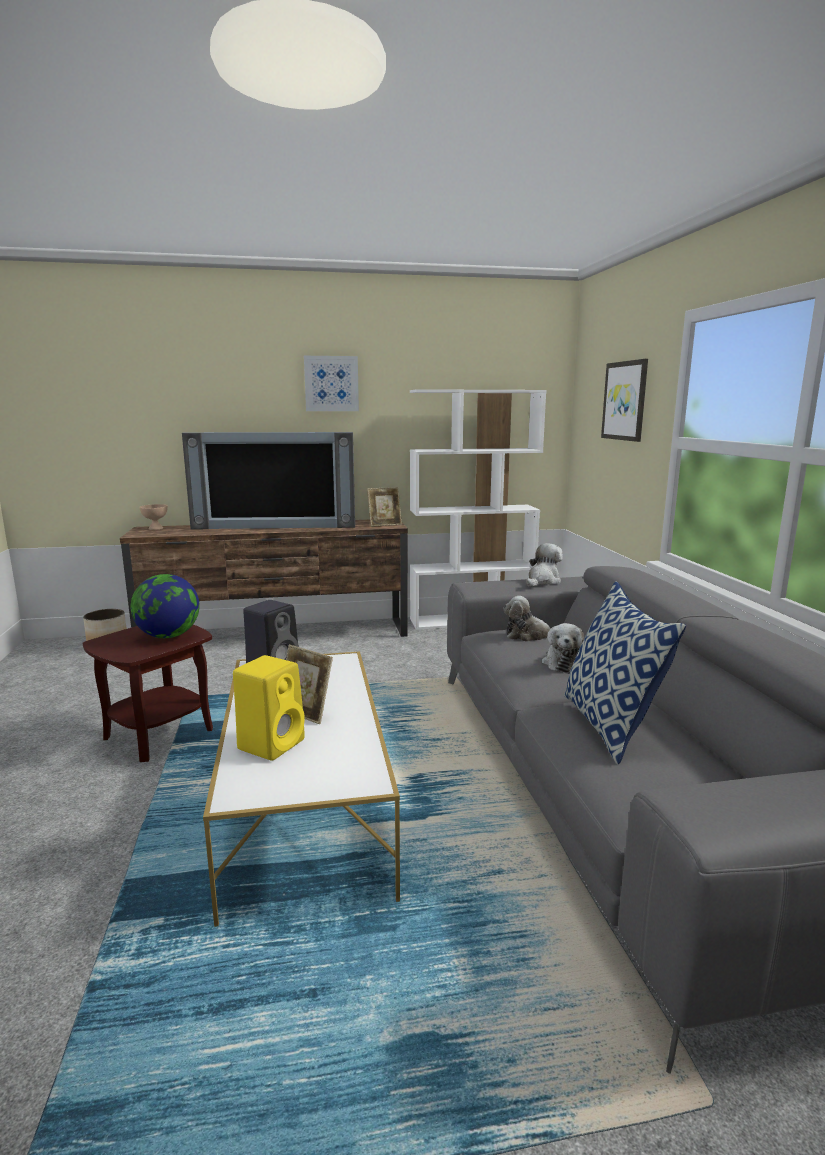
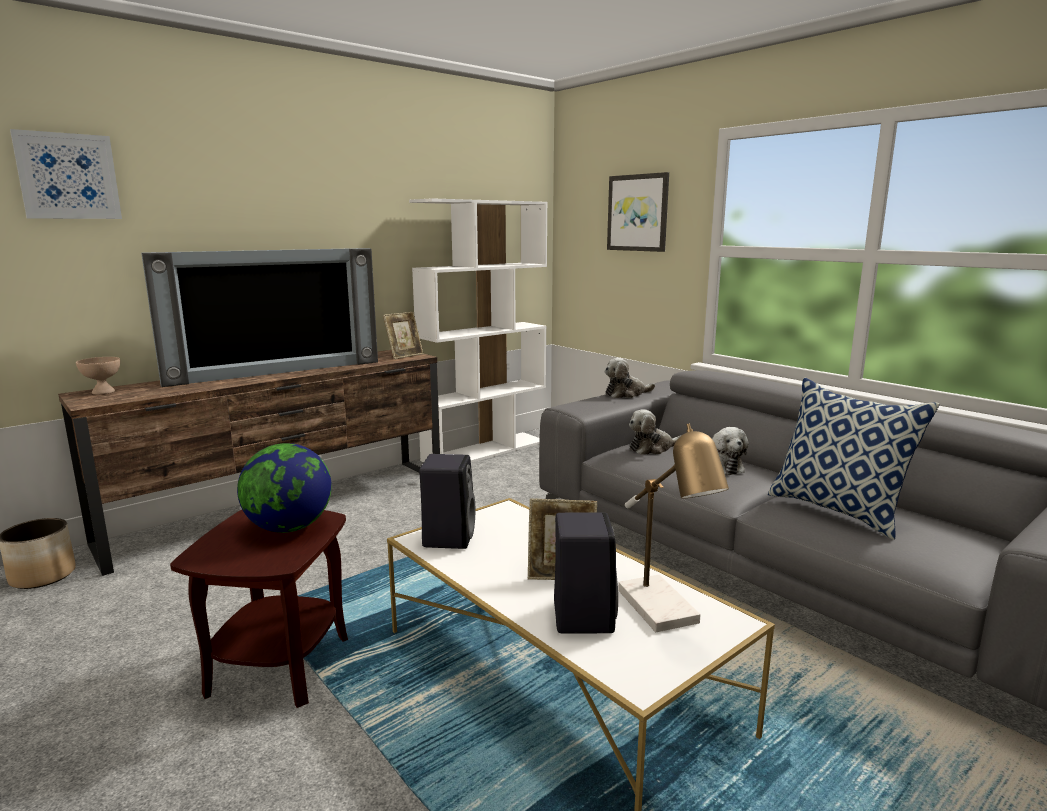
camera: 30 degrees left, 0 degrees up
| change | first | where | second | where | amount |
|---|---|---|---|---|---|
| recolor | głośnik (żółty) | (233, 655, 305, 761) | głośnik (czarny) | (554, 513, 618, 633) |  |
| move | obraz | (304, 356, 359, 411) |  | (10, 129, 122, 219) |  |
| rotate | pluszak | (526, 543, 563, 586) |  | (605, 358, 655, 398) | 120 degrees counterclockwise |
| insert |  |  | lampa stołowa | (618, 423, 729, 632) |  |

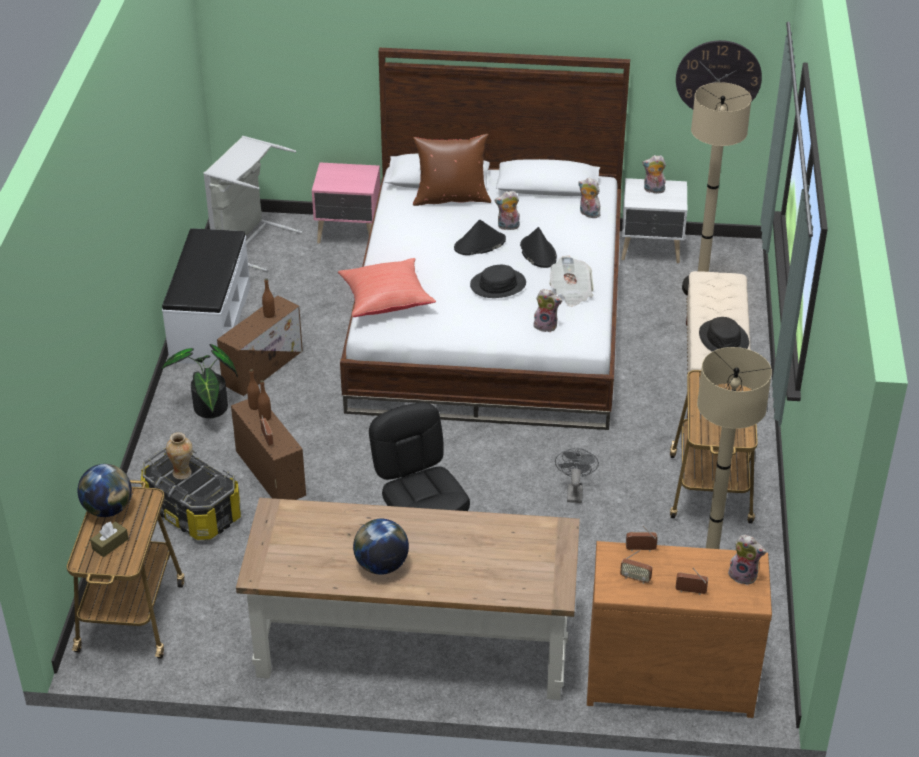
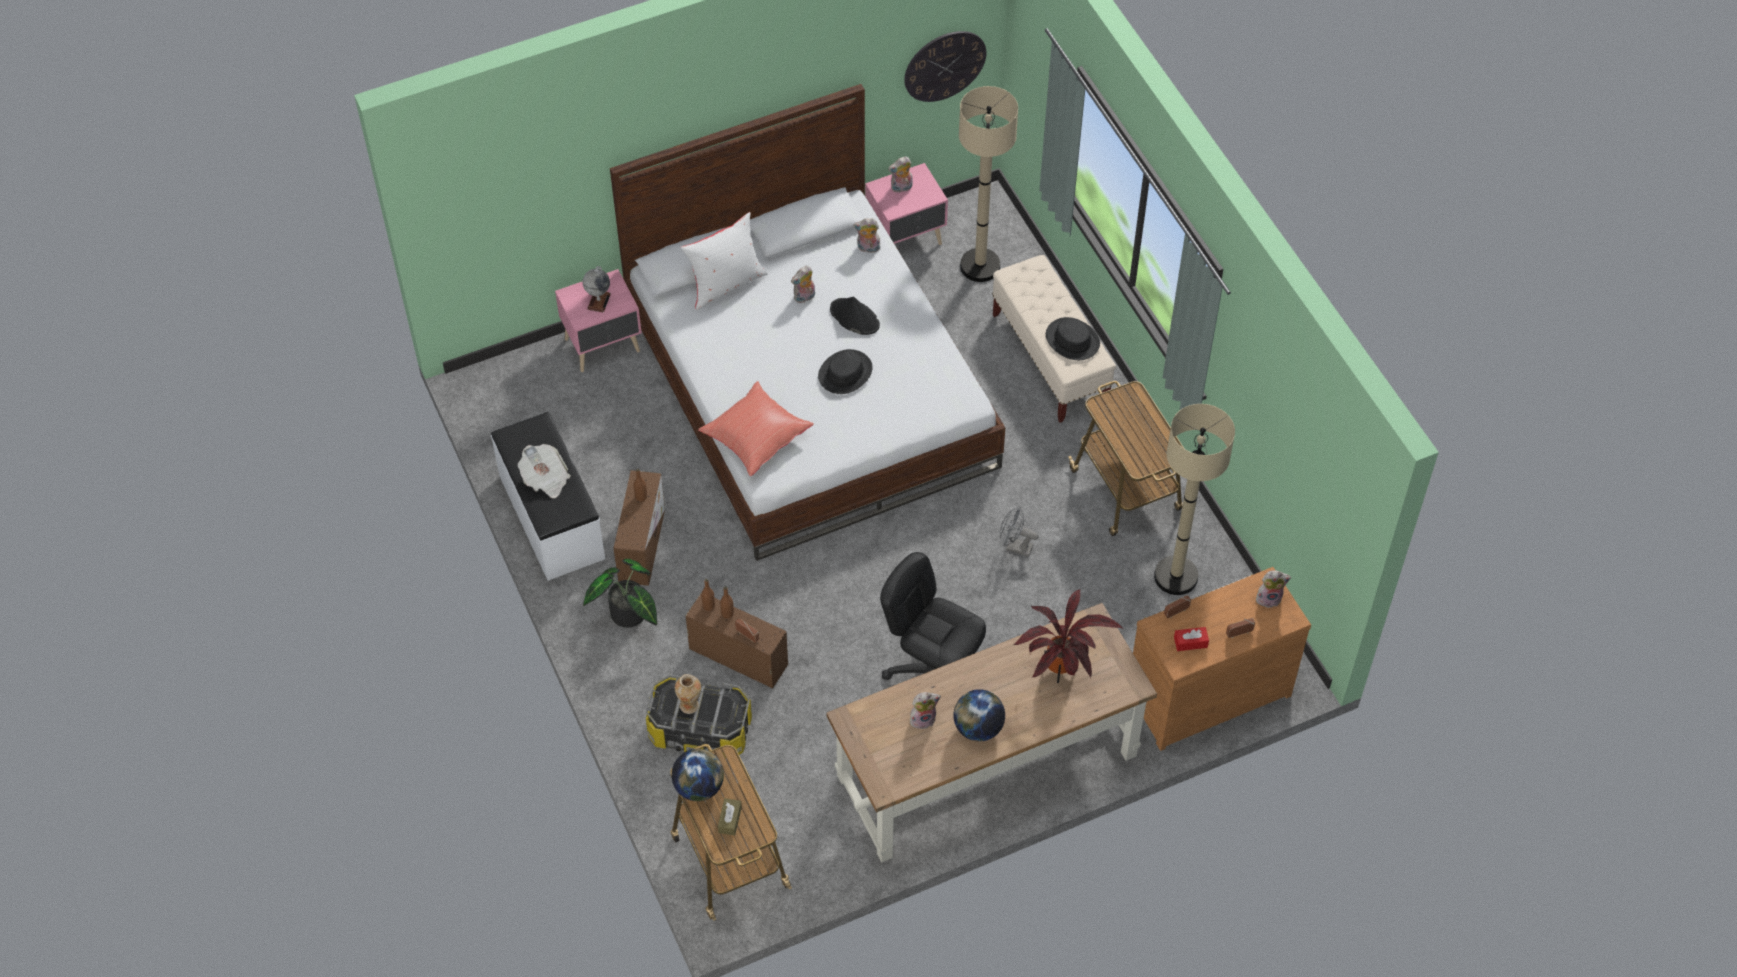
camera: 30 degrees left, 15 degrees up
| change | first | where | second | where | amount |
|---|---|---|---|---|---|
| delete | kosz na pranie (szary) | (203, 136, 302, 271) |  |  |  |
| recolor | poduszka (brązowy) | (413, 134, 491, 206) | poduszka (biały) | (680, 212, 768, 310) |  |
| delete | kapelusz (czarny) | (454, 220, 506, 255) |  |  |  |
| move | pluszak | (534, 289, 562, 332) |  | (910, 692, 941, 729) |  |
| move | gazeta | (549, 256, 594, 307) |  | (518, 444, 570, 498) |  |
| rotate | wentylator (szary) | (555, 448, 599, 503) |  | (1000, 507, 1039, 557) | 45 degrees counterclockwise |
| replace | radio | (620, 550, 652, 584) | pudełko chusteczek (czerwony) | (1174, 627, 1209, 651) |  |
| recolor | szafka nocna (biały) | (621, 178, 687, 263) | szafka nocna (różowy) | (865, 163, 948, 245) |  |
| insert |  |  | globus | (583, 266, 611, 313) |  |
| insert |  |  | roślina doniczkowa | (1013, 589, 1123, 683) |  |

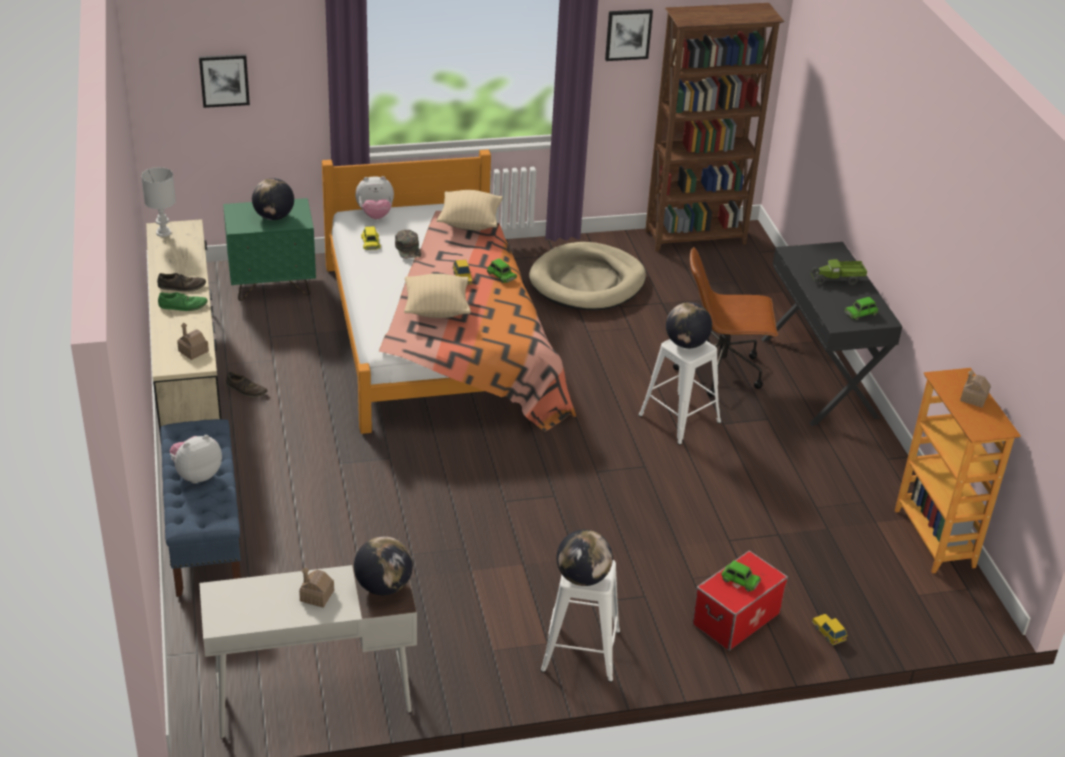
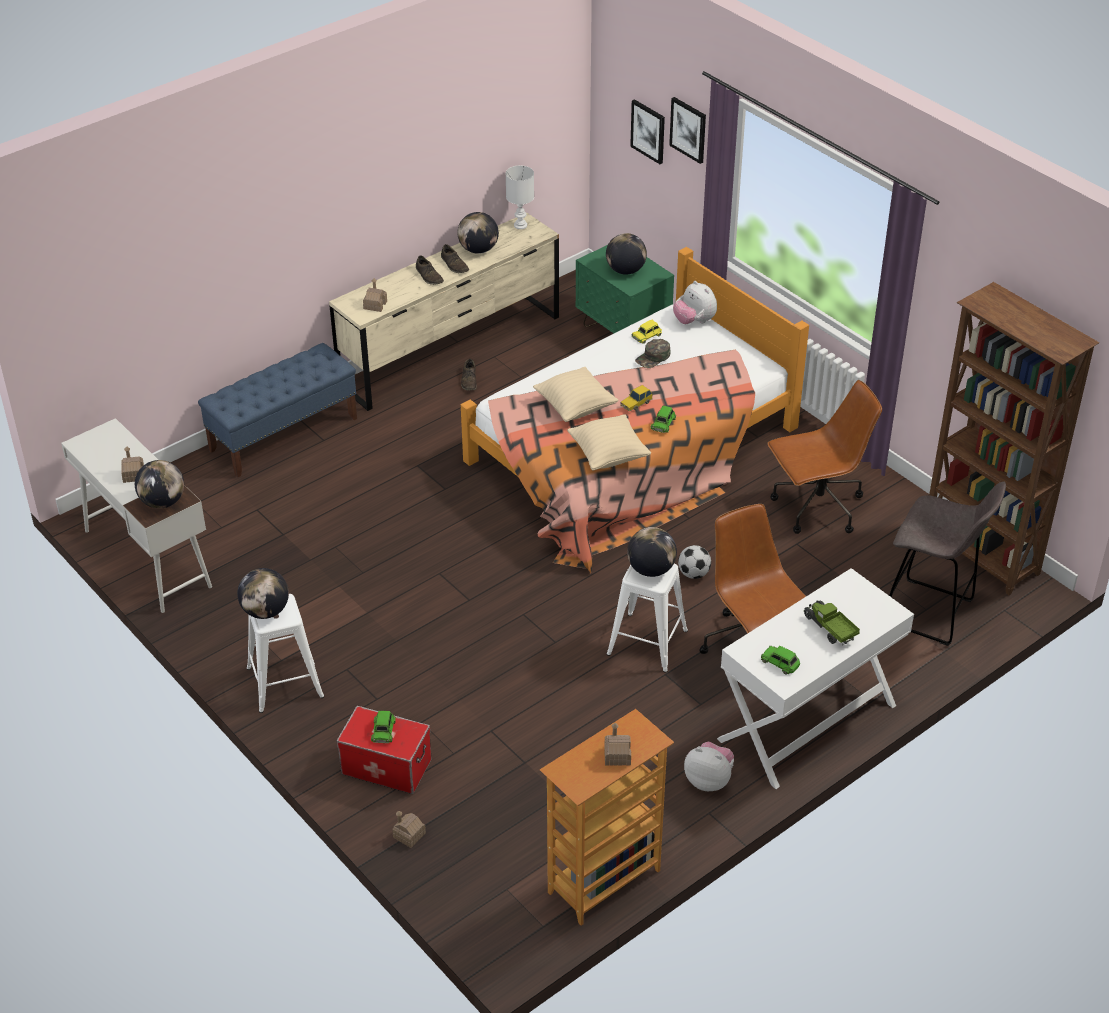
camera: 65 degrees right, 5 degrees up
| change | first | where | second | where | amount |
|---|---|---|---|---|---|
| recolor | but (zielony) | (158, 292, 208, 311) | but (brązowy) | (416, 256, 444, 285) |  |
| move | pluszak | (170, 435, 222, 483) |  | (684, 742, 734, 791) |  |
| move | poduszka (beżowy) | (437, 190, 503, 230) |  | (567, 414, 651, 471) |  |
| replace | legowisko (beżowy) | (529, 242, 646, 310) | krzesło biurowe (brązowy) | (767, 380, 882, 534) |  |
| move | obraz | (605, 9, 653, 61) |  | (669, 97, 706, 164) |  |
| recolor | biurko (czarny) | (761, 242, 903, 426) | biurko (biały) | (717, 568, 914, 789) |  |
| replace | samochodzik | (812, 614, 847, 646) | domek | (393, 811, 426, 848) |  |
| insert |  |  | globus | (457, 212, 499, 254) |  |
| insert |  |  | piłka futbolowa | (678, 545, 711, 579) |  |
| insert |  |  | stołek (szary) | (889, 482, 1006, 646) |  |

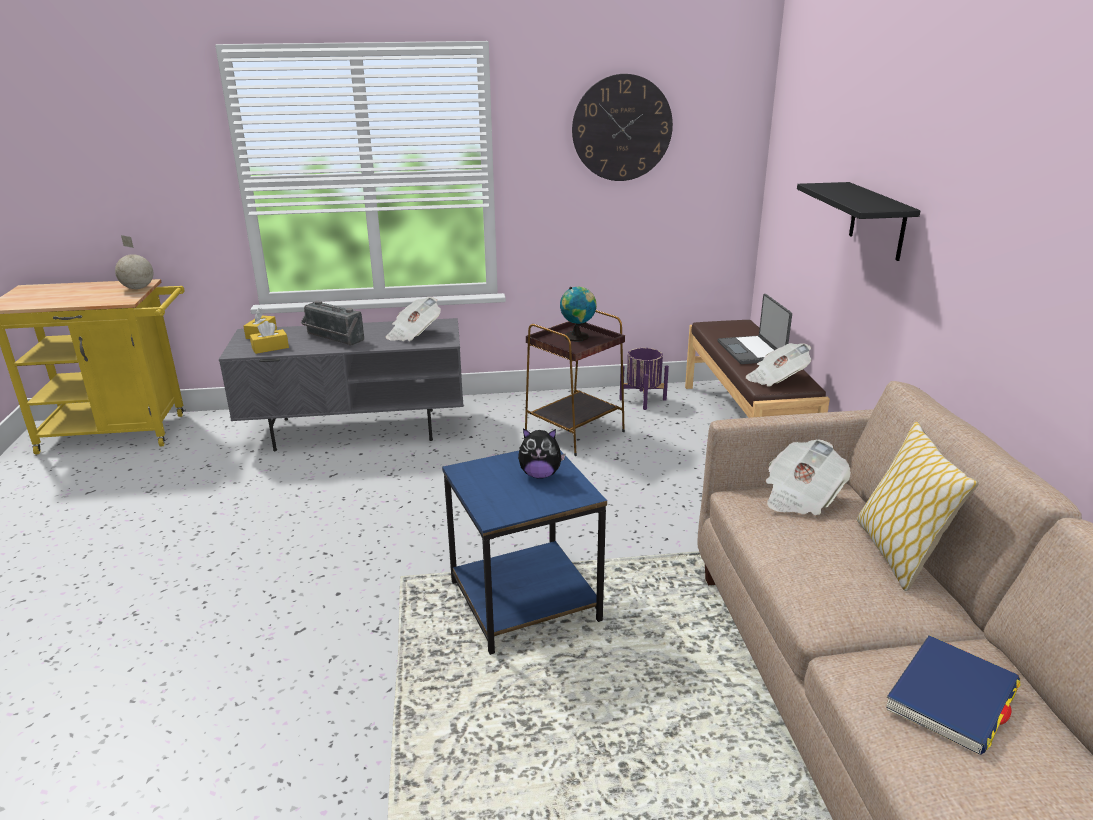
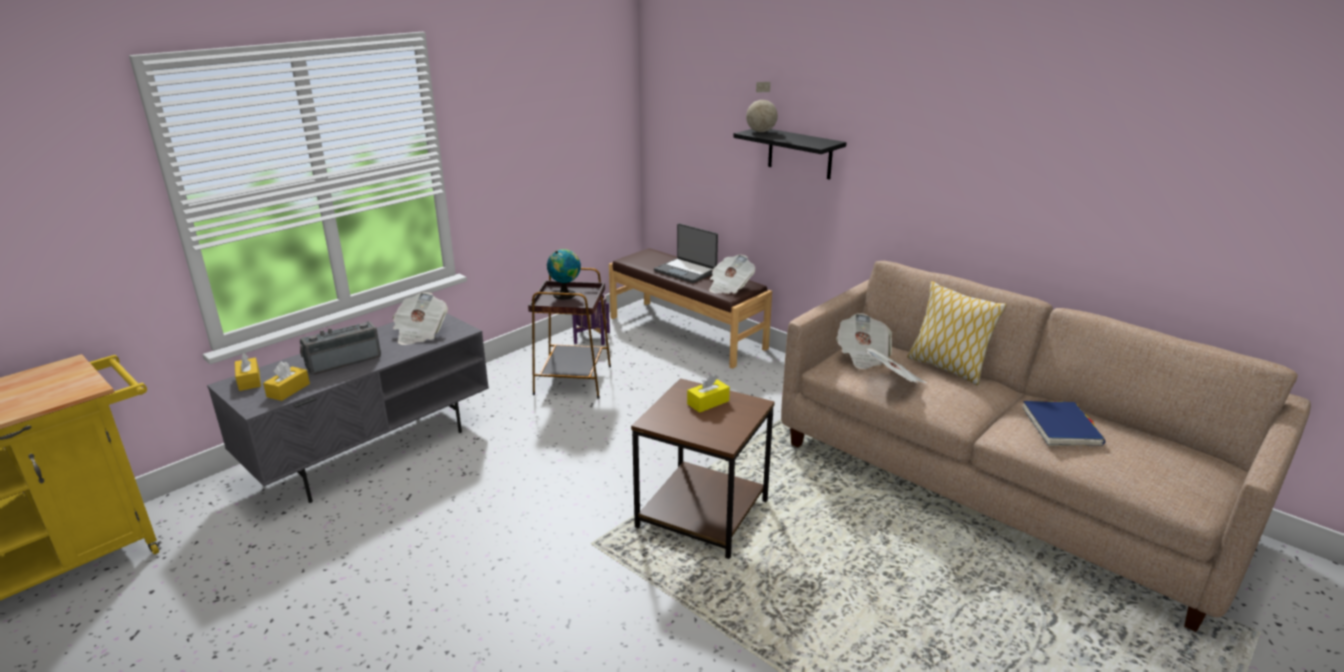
camera: 40 degrees left, 0 degrees up
| change | first | where | second | where | amount |
|---|---|---|---|---|---|
| move | globus | (115, 235, 153, 289) |  | (746, 82, 778, 132) |  |
| rotate | radio | (301, 300, 364, 346) |  | (300, 321, 381, 375) | 150 degrees clockwise |
| recolor | stolik (niebieski) | (442, 450, 607, 655) | stolik (brązowy) | (631, 378, 775, 559) |  |
| replace | pluszak | (518, 428, 566, 479) | pudełko chusteczek (żółty) | (687, 375, 730, 413) |  |
| delete | zegar ścienny | (572, 74, 673, 181) |  |  |  |
| insert |  |  | gazeta | (866, 348, 927, 384) |  |

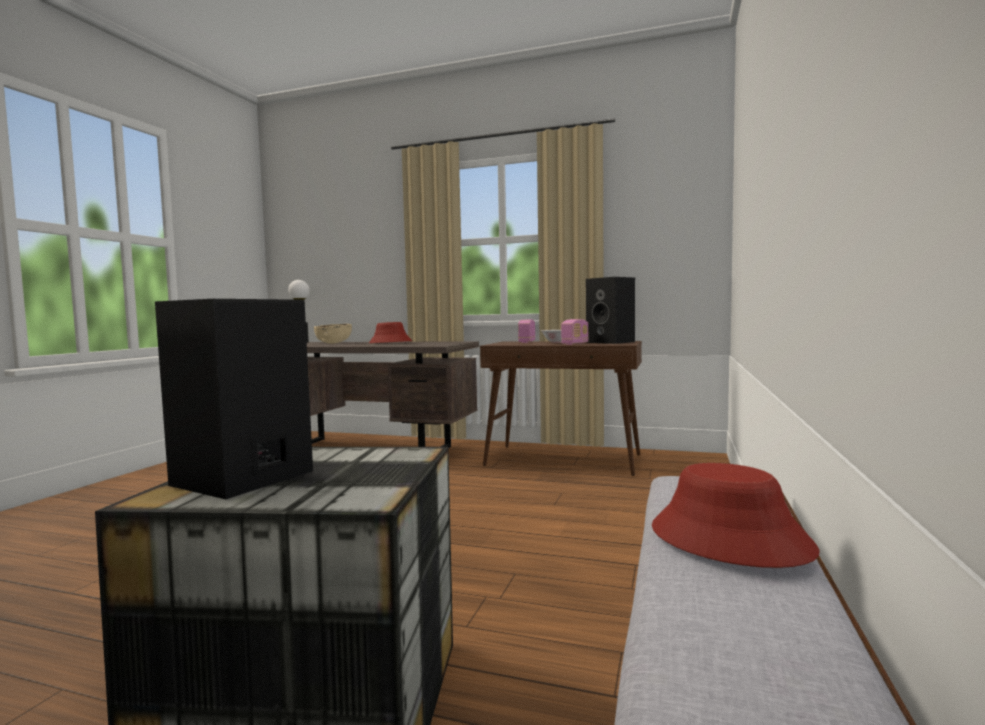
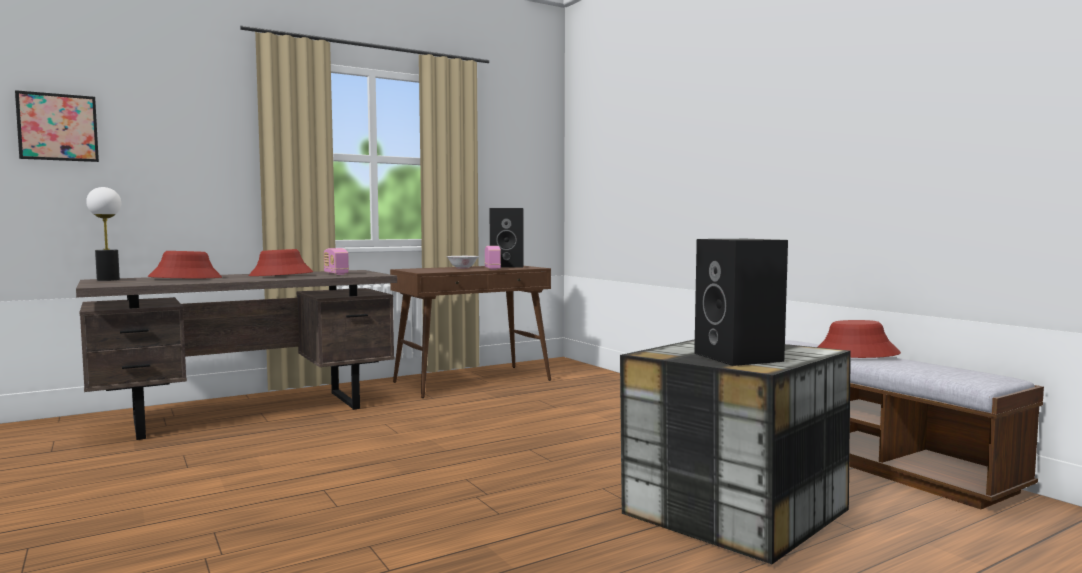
camera: 50 degrees left, 0 degrees up
| change | first | where | second | where | amount |
|---|---|---|---|---|---|
| replace | miska (beżowy) | (314, 324, 352, 344) | kapelusz (czerwony) | (148, 251, 222, 278) |  |
| move | radio | (518, 320, 535, 343) |  | (324, 248, 349, 275) |  |
| insert |  |  | obraz | (15, 90, 99, 162) |  |

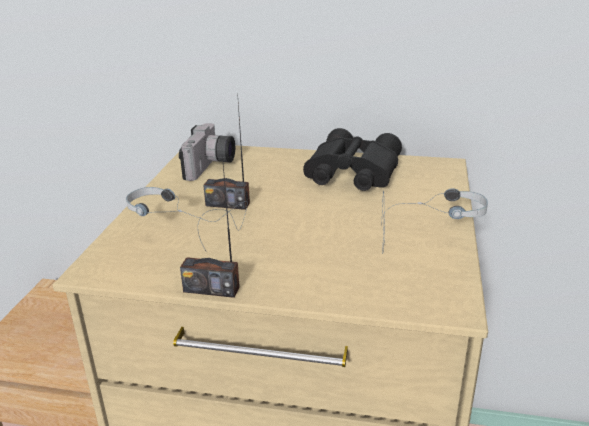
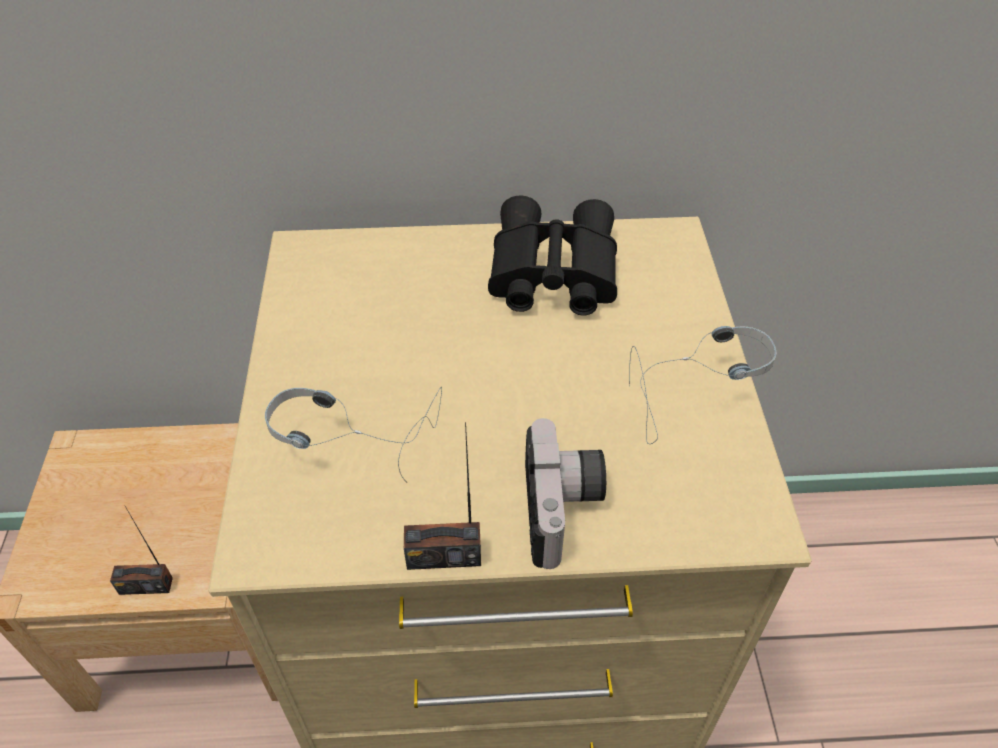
camera: 15 degrees left, 20 degrees up
| change | first | where | second | where | amount |
|---|---|---|---|---|---|
| move | aparat fotograficzny | (179, 123, 235, 181) |  | (525, 418, 606, 569) |  |
| move | radio | (203, 103, 250, 210) |  | (110, 506, 173, 595) |  |

